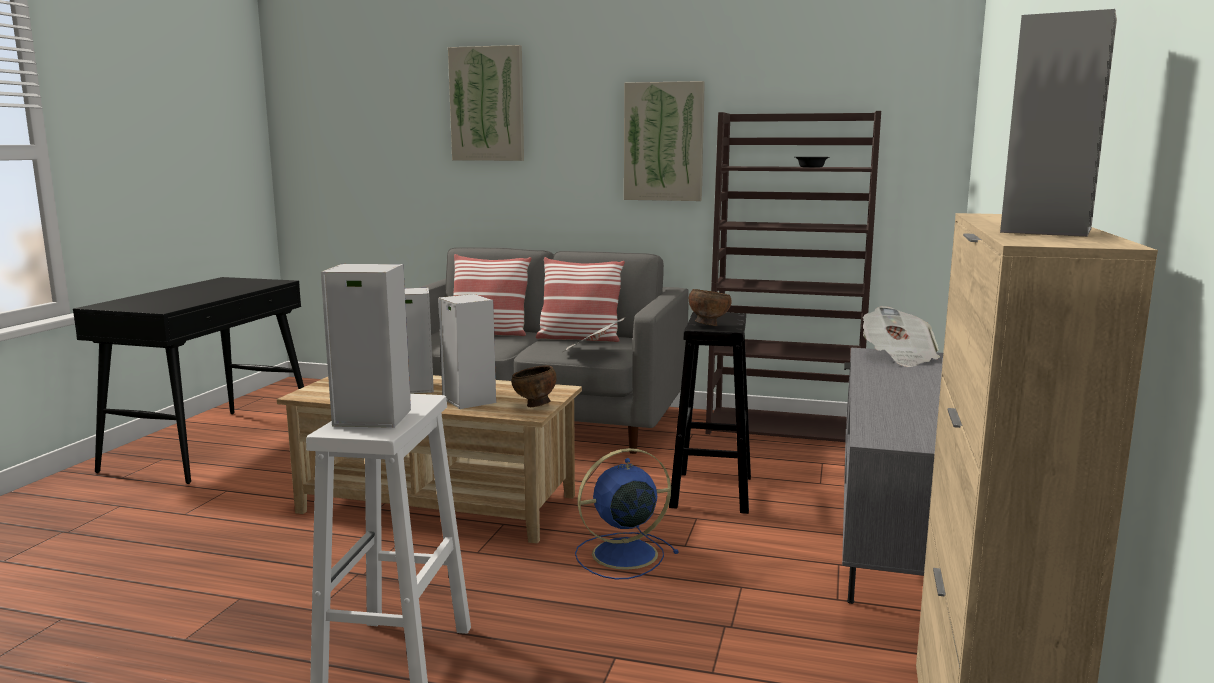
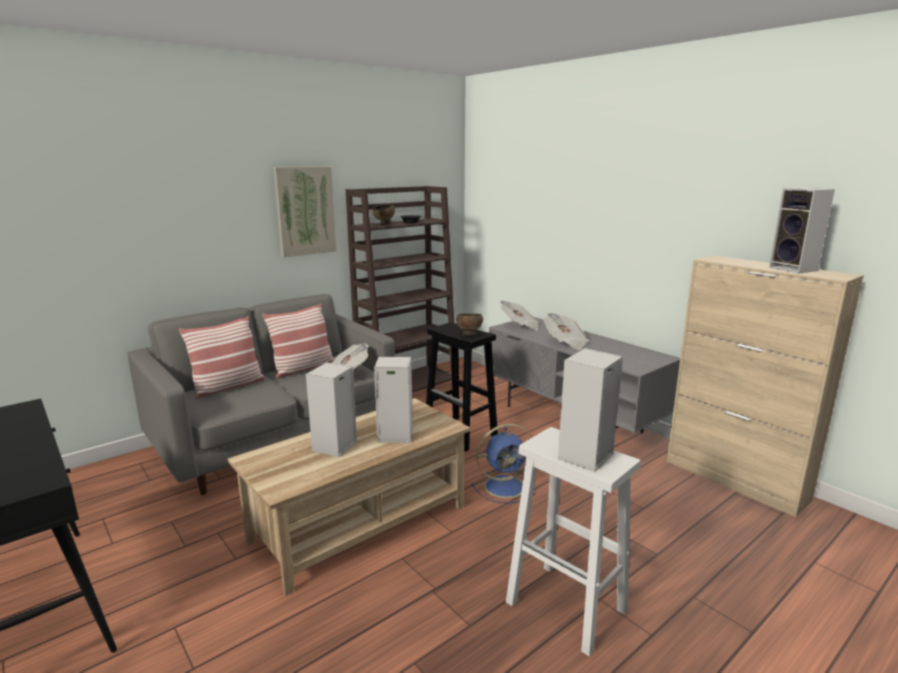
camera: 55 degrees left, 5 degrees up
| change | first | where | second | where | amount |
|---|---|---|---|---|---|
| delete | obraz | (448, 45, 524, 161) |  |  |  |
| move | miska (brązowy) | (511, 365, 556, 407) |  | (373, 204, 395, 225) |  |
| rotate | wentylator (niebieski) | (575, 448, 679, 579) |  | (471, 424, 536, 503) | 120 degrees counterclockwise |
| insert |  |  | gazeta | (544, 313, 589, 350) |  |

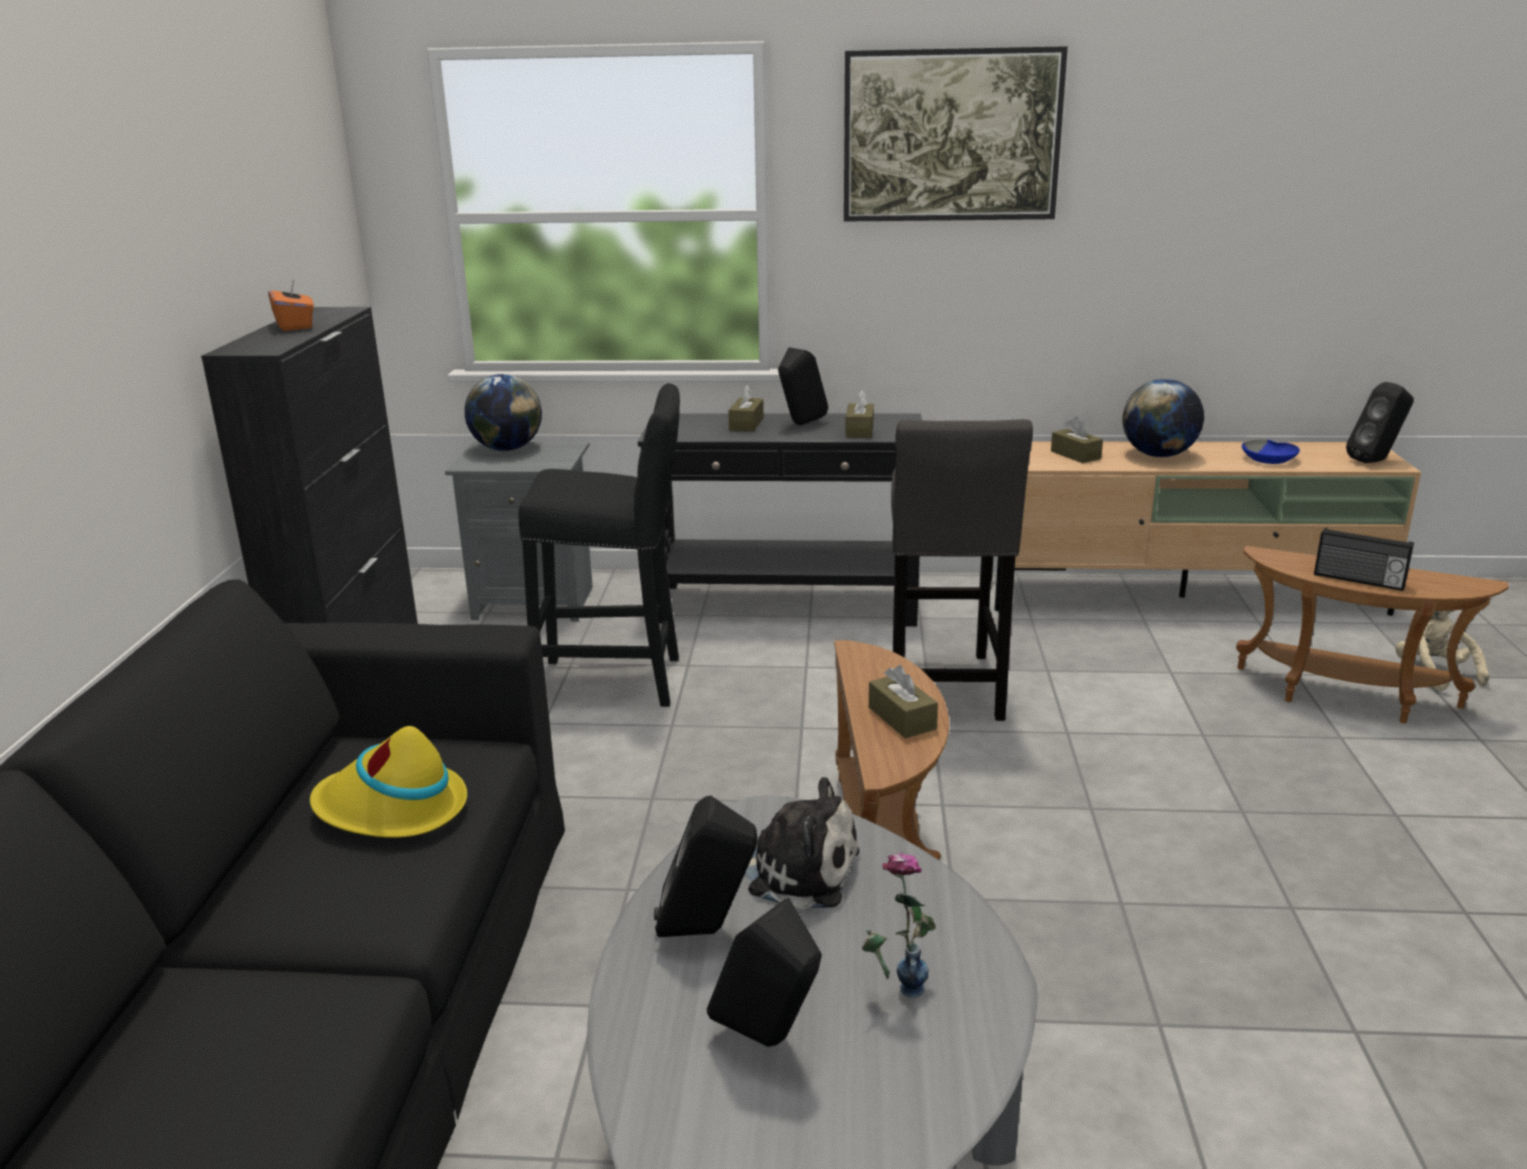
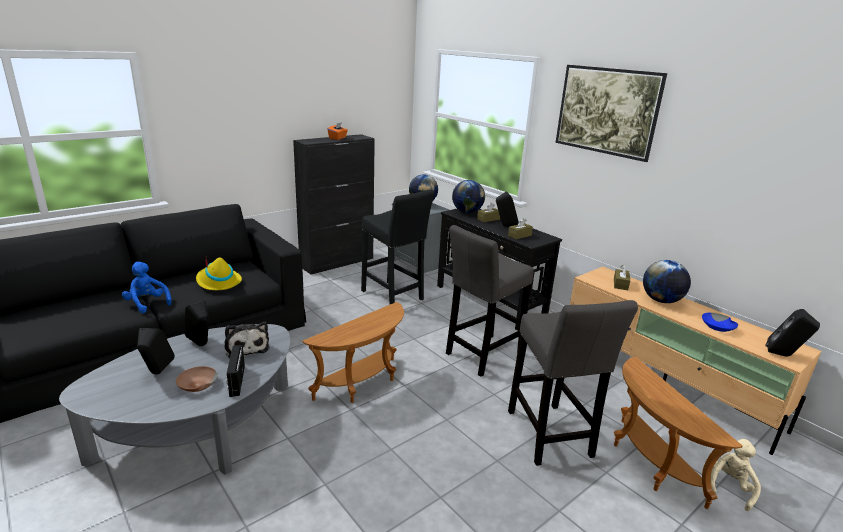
camera: 45 degrees right, 0 degrees up
| change | first | where | second | where | amount |
|---|---|---|---|---|---|
| replace | wazon | (862, 852, 936, 999) | miska (brązowy) | (176, 366, 218, 392) |  |
| delete | pudełko chusteczek (brązowy) | (869, 665, 938, 738) |  |  |  |
| move | radio | (1314, 528, 1414, 591) |  | (226, 345, 245, 397) |  |
| insert |  |  | pluszak (niebieski) | (122, 262, 172, 313) |  |
| insert |  |  | globus | (452, 180, 485, 213) |  |
| insert |  |  | stołek (szary) | (508, 300, 638, 466) |  |

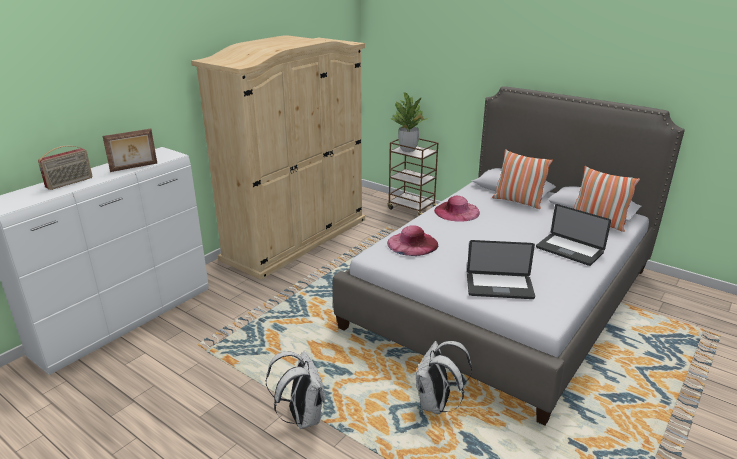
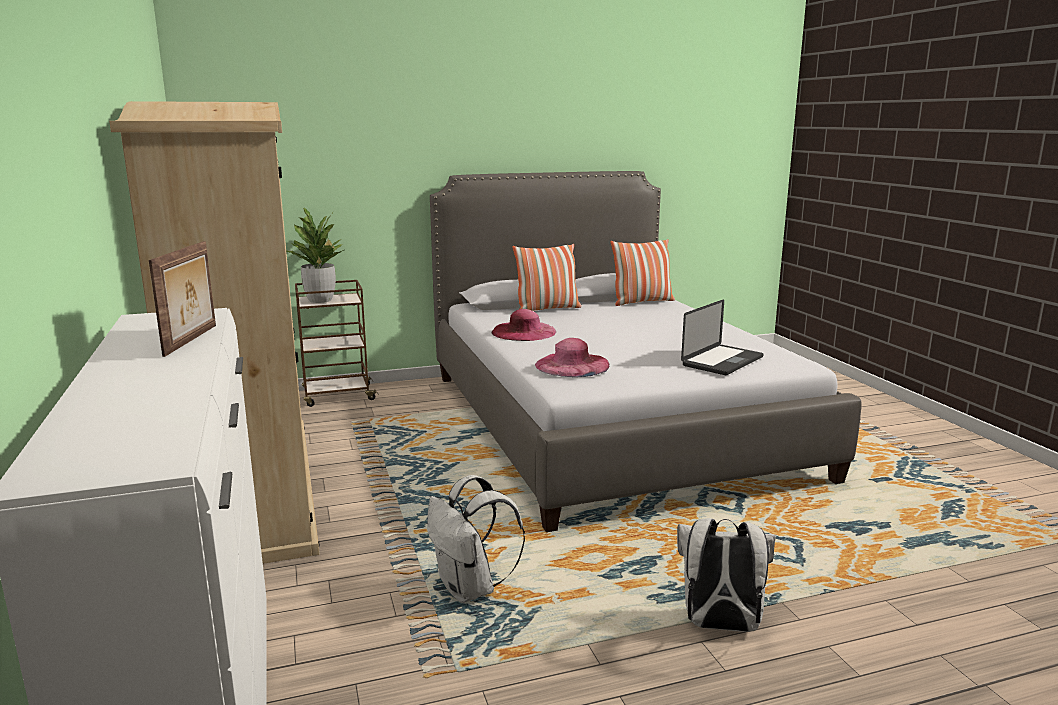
camera: 55 degrees left, 10 degrees down
| change | first | where | second | where | amount |
|---|---|---|---|---|---|
| delete | radio | (38, 146, 93, 190) |  |  |  |
| move | plecak (biały) | (416, 341, 472, 414) |  | (428, 475, 525, 603) |  |
| delete | laptop | (536, 204, 611, 266) |  |  |  |

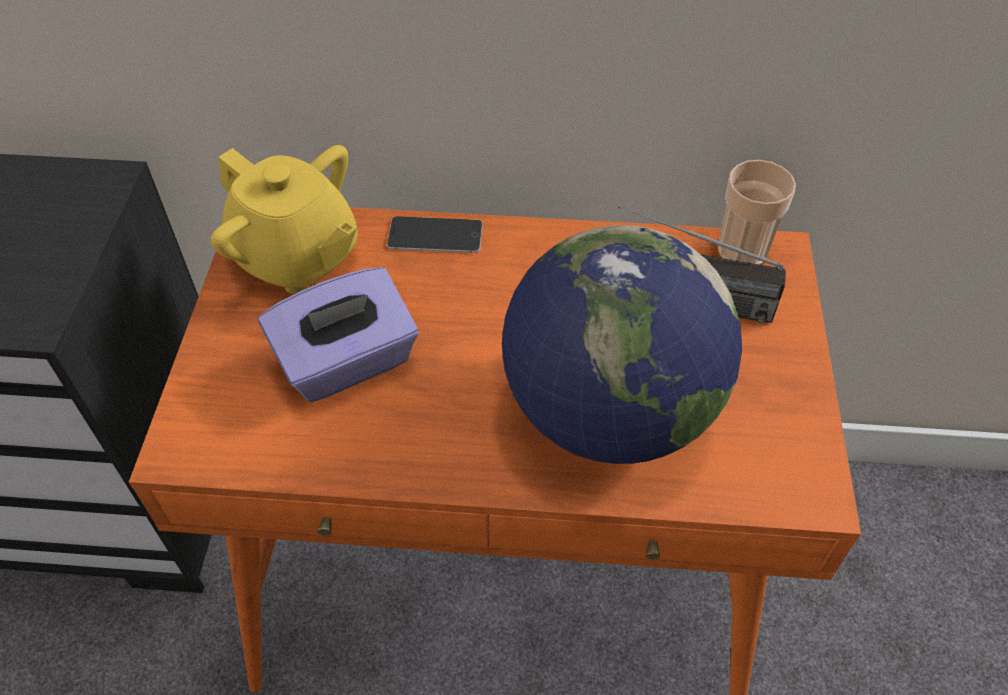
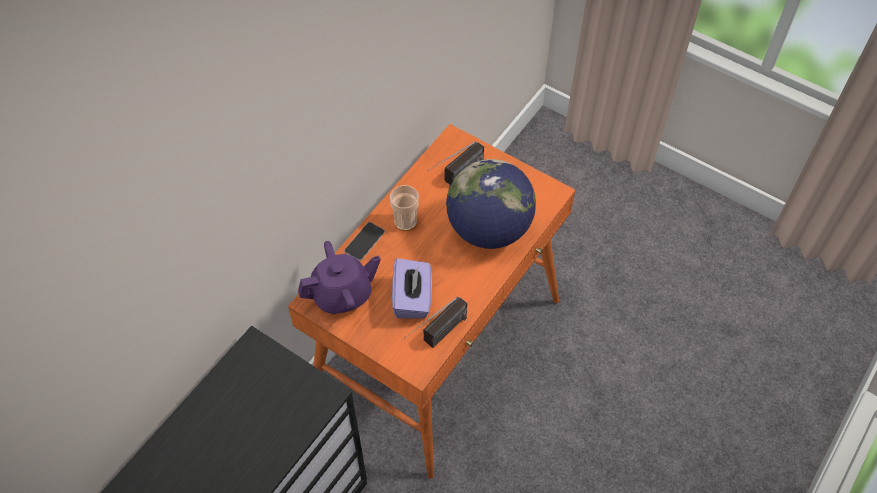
camera: 60 degrees left, 5 degrees up
| change | first | where | second | where | amount |
|---|---|---|---|---|---|
| recolor | imbryk (żółty) | (211, 145, 358, 294) | imbryk (fioletowy) | (298, 241, 381, 314) |  |
| move | filiżanka | (717, 160, 796, 265) |  | (390, 185, 419, 231) |  |
| insert |  |  | radio | (404, 296, 467, 348) |  |

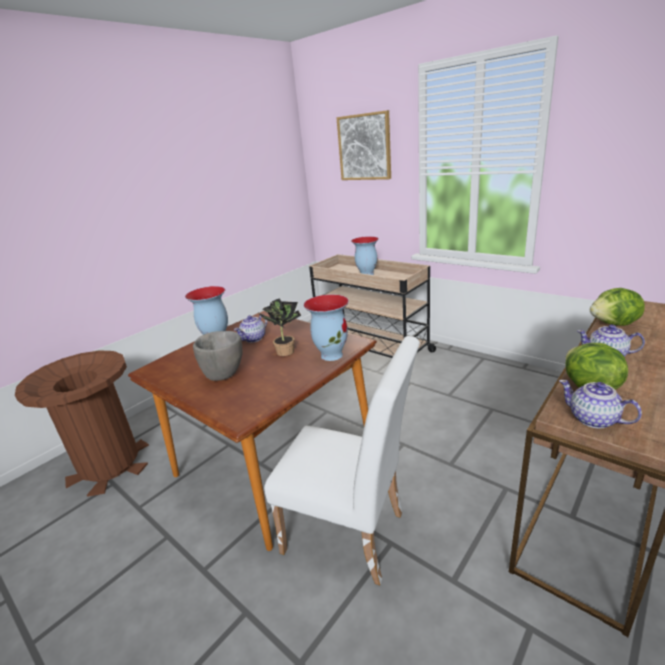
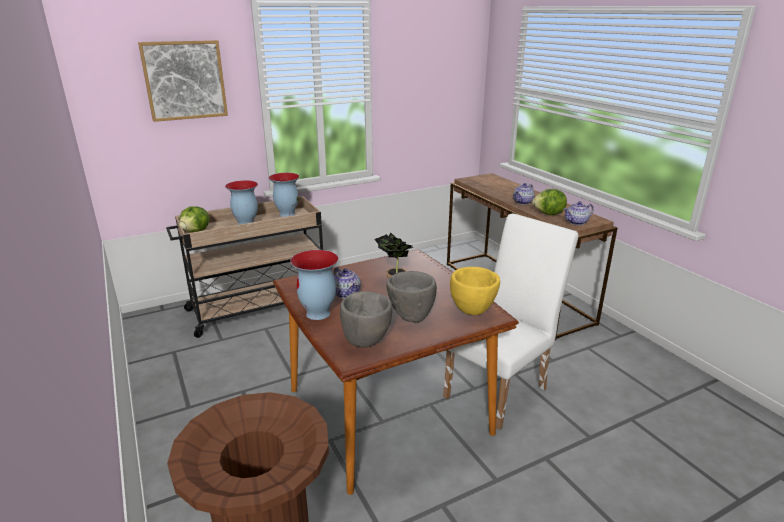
camera: 70 degrees left, 0 degrees up
| change | first | where | second | where | amount |
|---|---|---|---|---|---|
| move | wazon | (303, 294, 349, 361) |  | (269, 173, 299, 217) |  |
| move | sałata | (590, 288, 645, 326) |  | (179, 206, 210, 232) |  |
| insert |  |  | miska (szary) | (340, 291, 392, 348) |  |
| insert |  |  | miska (żółty) | (450, 267, 500, 315) |  |

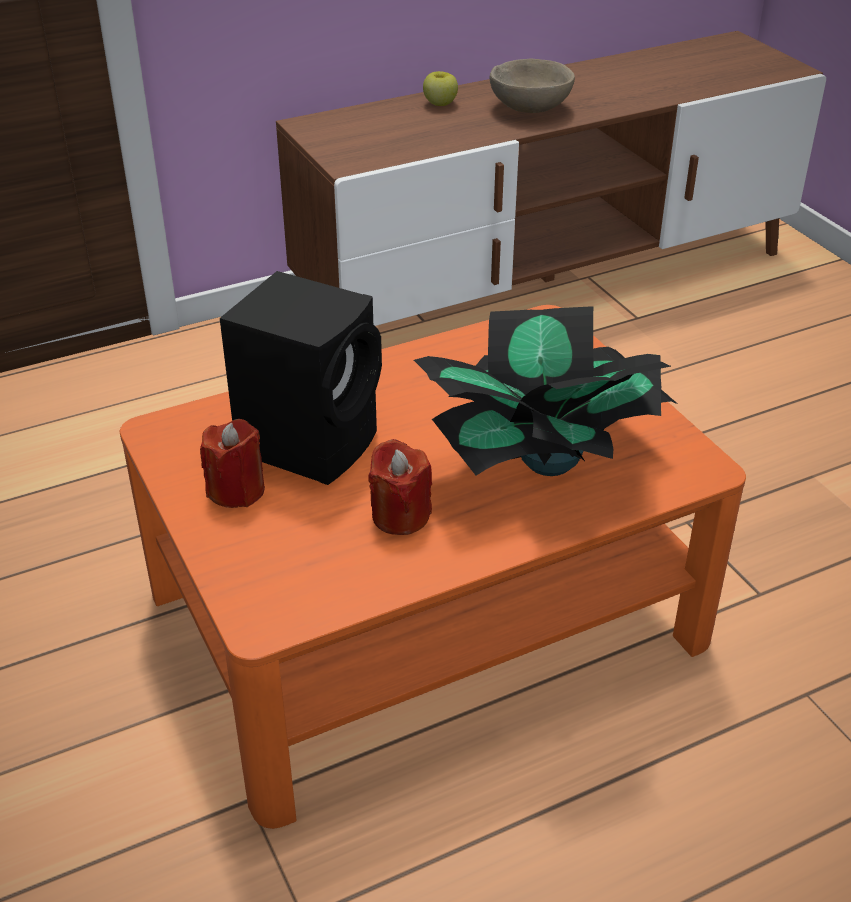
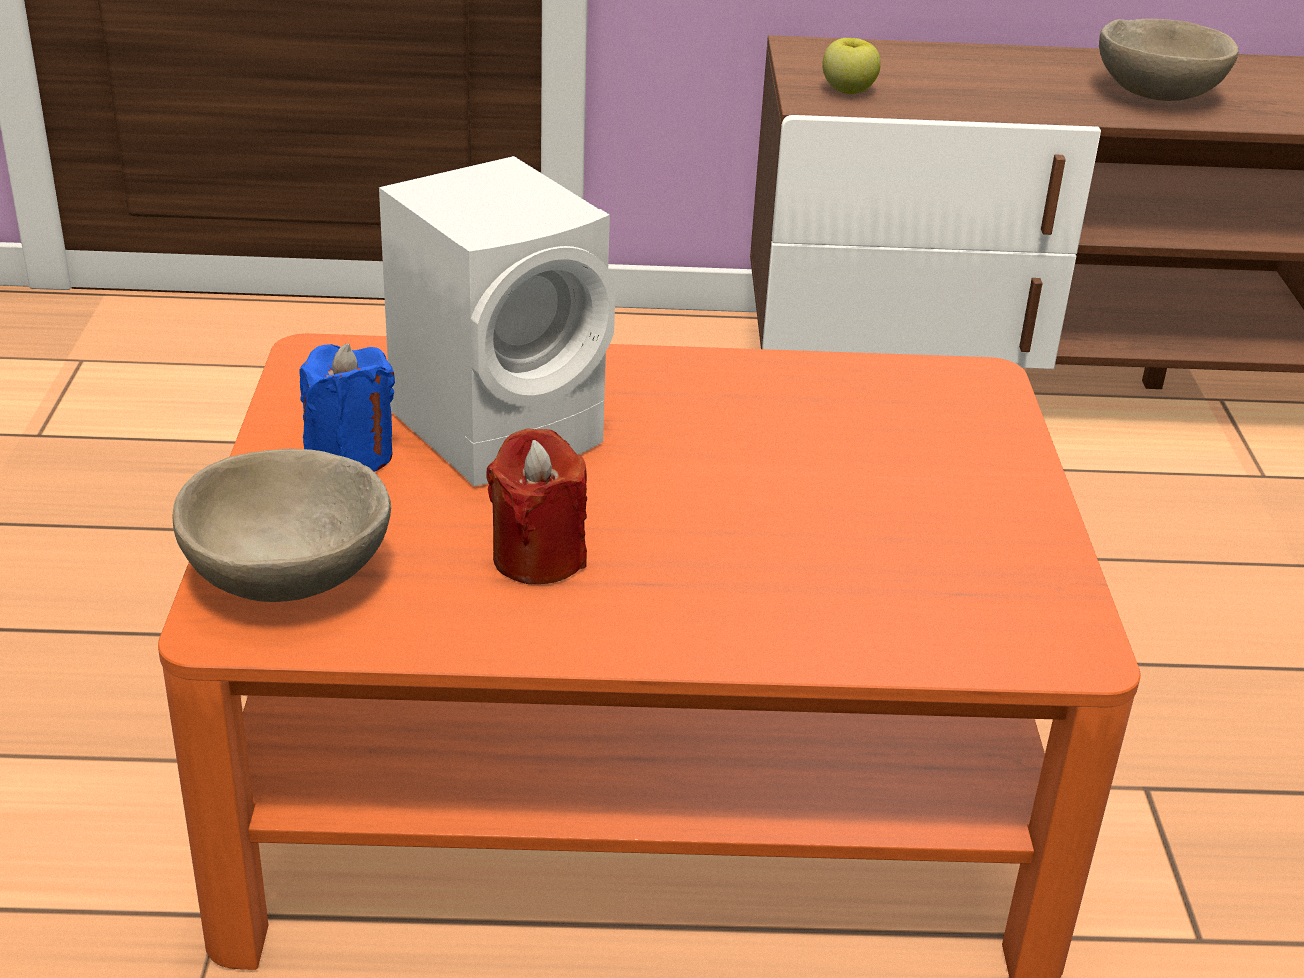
camera: 25 degrees right, 5 degrees down
| change | first | where | second | where | amount |
|---|---|---|---|---|---|
| recolor | świeca (czerwony) | (200, 419, 265, 508) | świeca (niebieski) | (299, 343, 395, 472) |  |
| recolor | głośnik (czarny) | (220, 271, 382, 485) | głośnik (biały) | (379, 156, 616, 486) |  |
| delete | roślina doniczkowa | (414, 306, 678, 476) |  |  |  |
| move | jabłko | (423, 71, 458, 106) |  | (822, 38, 881, 94) |  |
| insert |  |  | miska (beżowy) | (172, 449, 391, 602) |  |

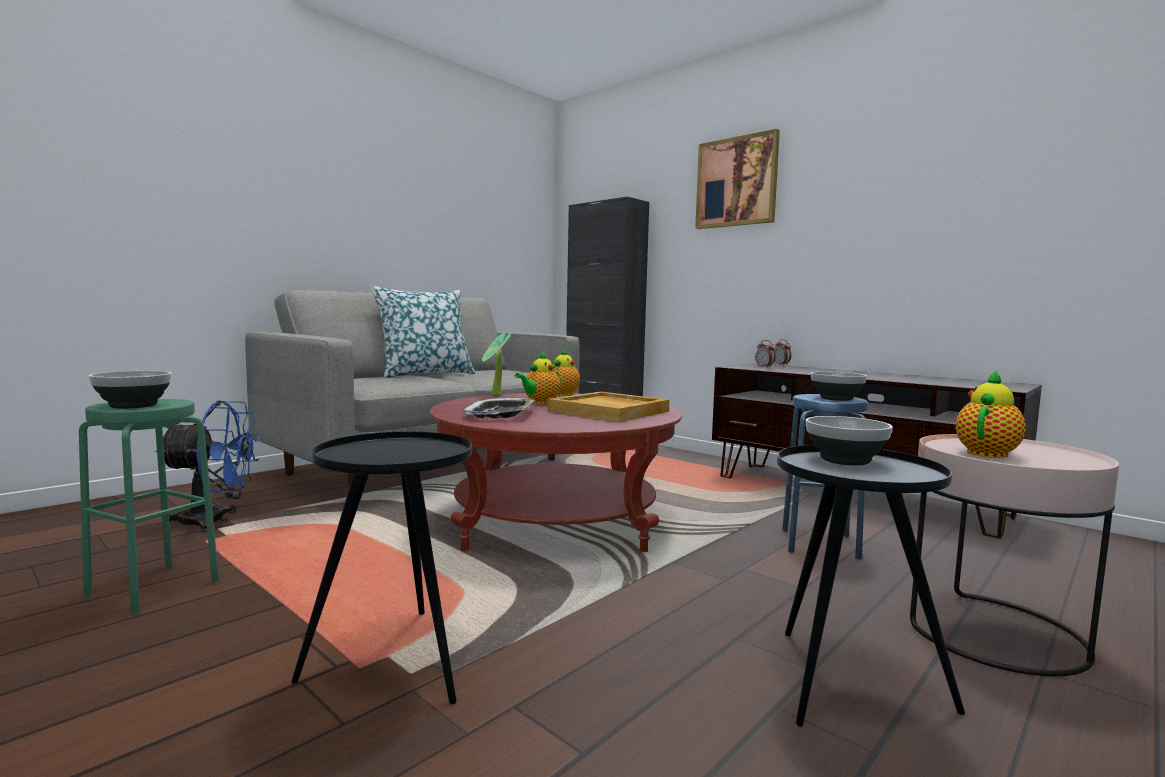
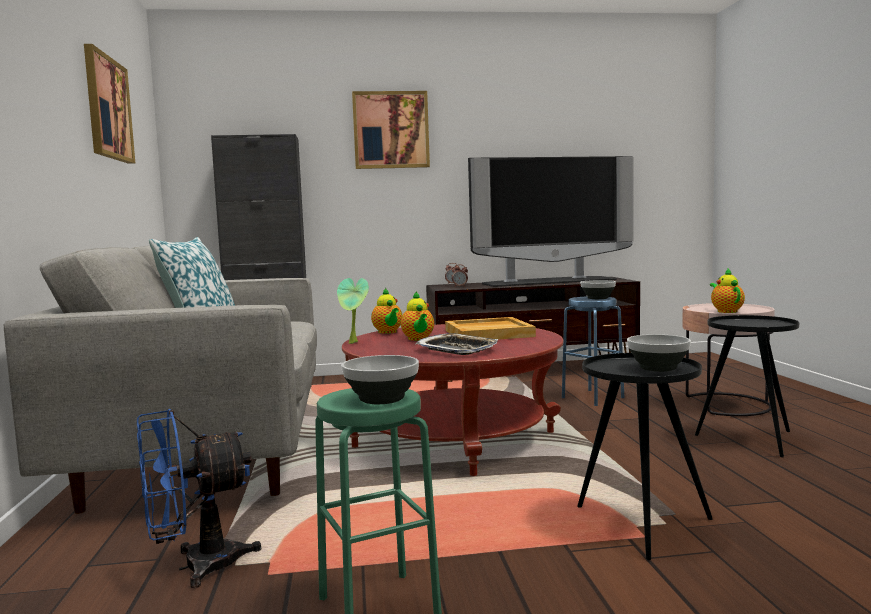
camera: 50 degrees left, 0 degrees up
| change | first | where | second | where | amount |
|---|---|---|---|---|---|
| rotate | wentylator (niebieski) | (156, 400, 260, 532) |  | (137, 409, 262, 588) | 150 degrees counterclockwise |
| move | miska | (806, 416, 893, 466) |  | (627, 334, 691, 372) |  |
| insert |  |  | obraz | (84, 44, 135, 164) |  |
| insert |  |  | telewizor | (468, 156, 634, 287) |  |

